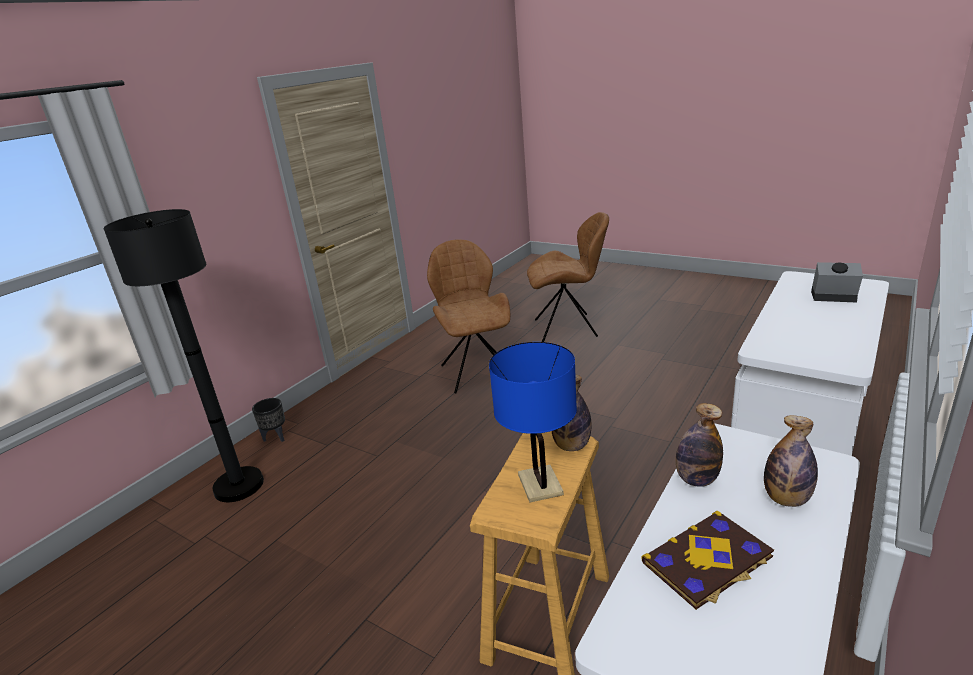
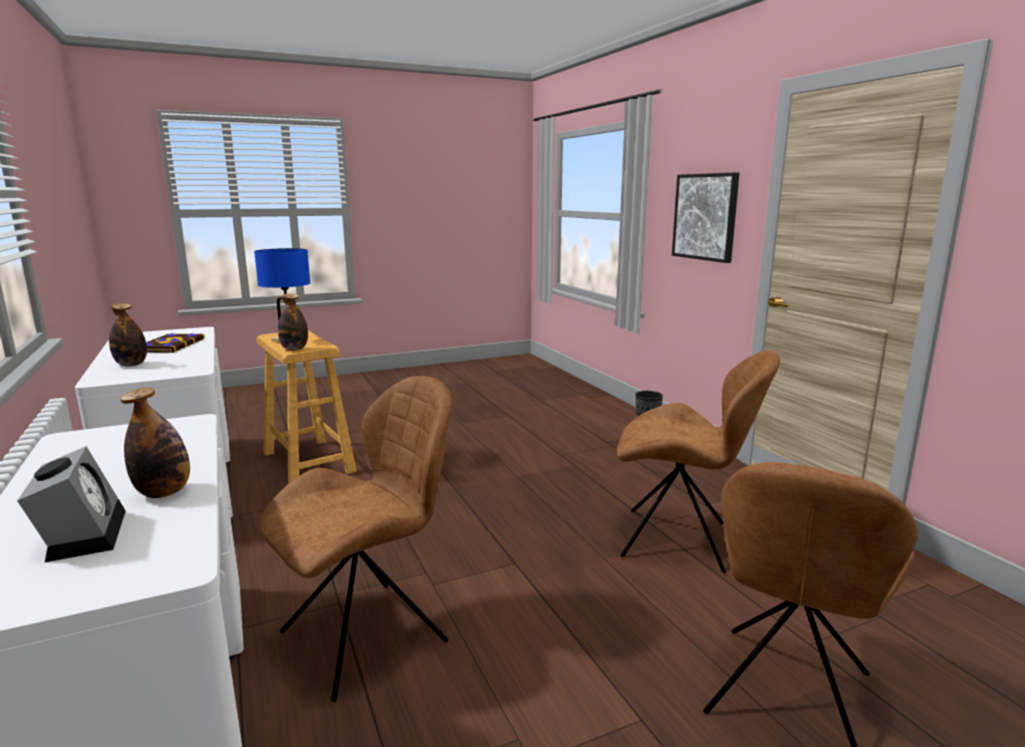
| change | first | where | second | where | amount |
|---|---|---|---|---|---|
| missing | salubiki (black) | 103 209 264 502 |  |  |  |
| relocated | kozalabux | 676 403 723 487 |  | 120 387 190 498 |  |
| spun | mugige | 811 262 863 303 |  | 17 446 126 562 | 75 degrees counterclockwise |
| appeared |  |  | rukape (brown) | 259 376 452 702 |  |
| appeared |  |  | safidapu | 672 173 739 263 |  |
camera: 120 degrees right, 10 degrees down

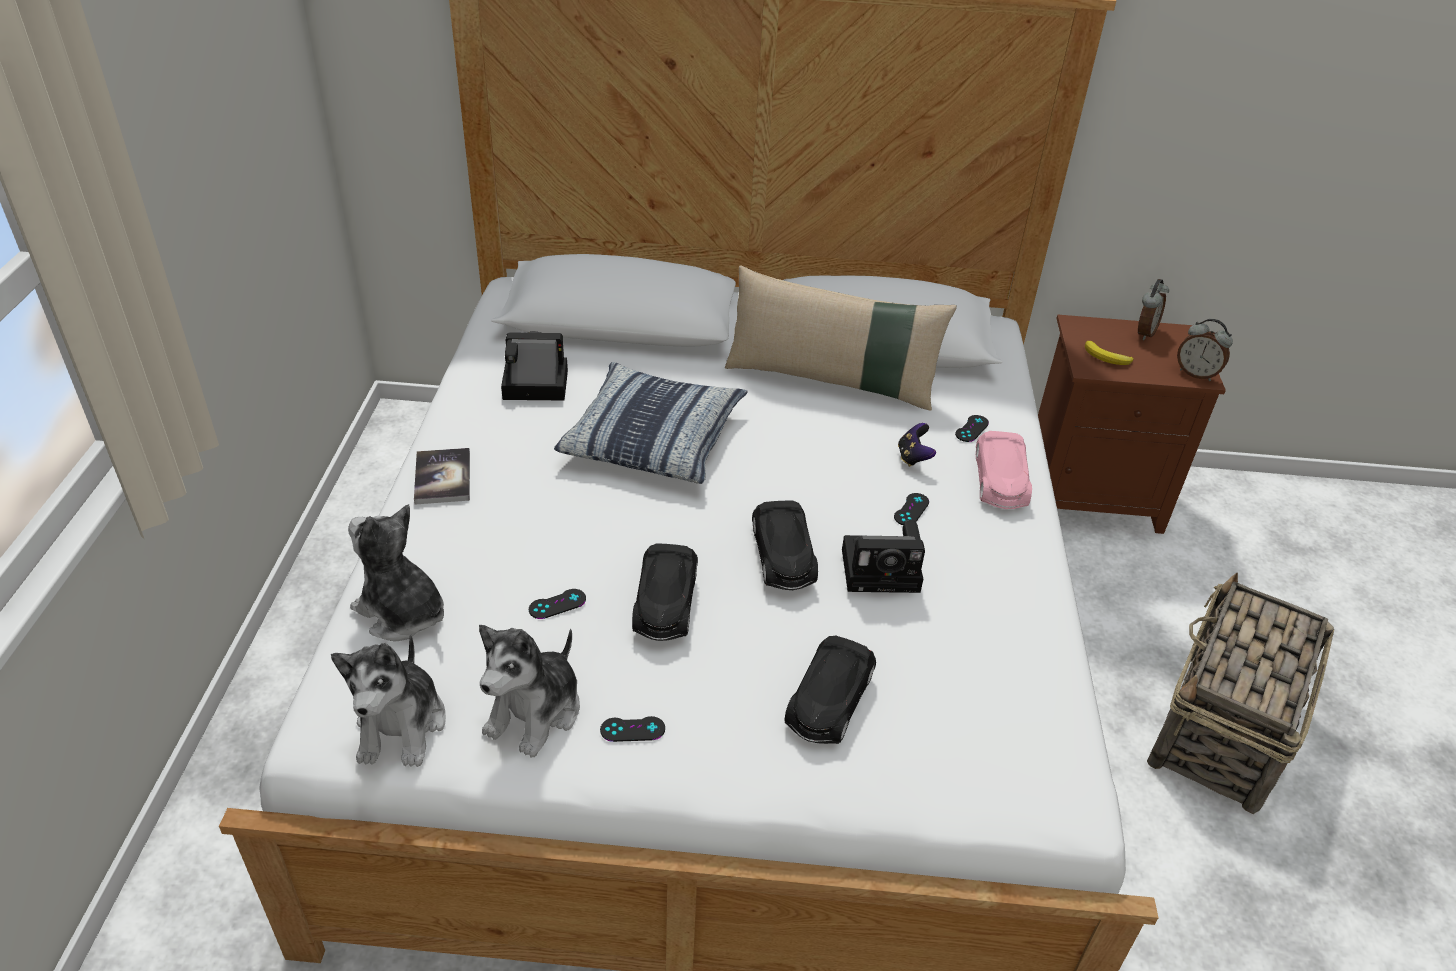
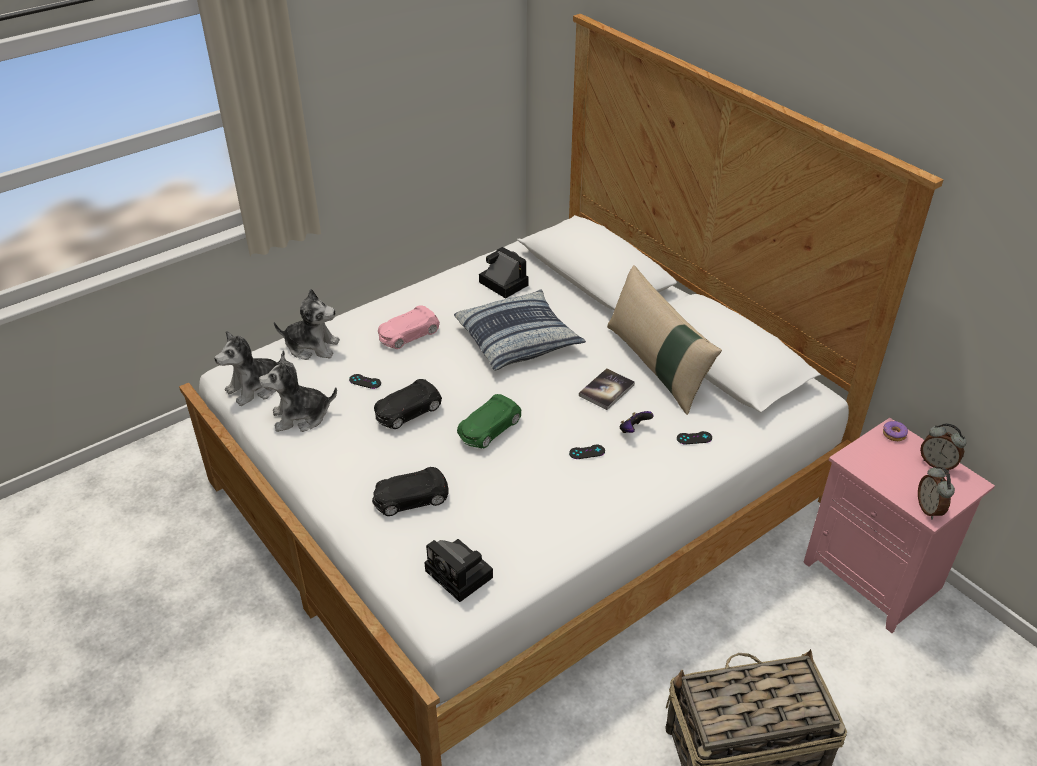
| change | first | where | second | where | amount |
|---|---|---|---|---|---|
| spun | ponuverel | 348 504 444 641 |  | 274 289 340 360 | 105 degrees clockwise |
| relocated | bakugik | 414 448 470 505 |  | 579 368 635 410 |  |
| missing | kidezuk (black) | 600 716 665 742 |  |  |  |
| colour | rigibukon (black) | 752 500 818 590 | rigibukon (green) | 457 394 521 449 |  |
| relocated | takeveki | 842 521 925 593 |  | 424 539 493 602 |  |
| relocated | rigibukon (pink) | 976 431 1032 509 |  | 378 305 440 349 |  |
| colour | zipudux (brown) | 1038 315 1226 534 | zipudux (pink) | 803 418 995 633 |  |
| missing | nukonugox | 1085 341 1133 365 |  |  |  |
| spun | mugige | 1138 279 1169 340 |  | 920 423 966 472 | 45 degrees clockwise |
| appeared |  |  | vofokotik | 883 421 908 441 |  |
camera: 50 degrees right, 0 degrees up

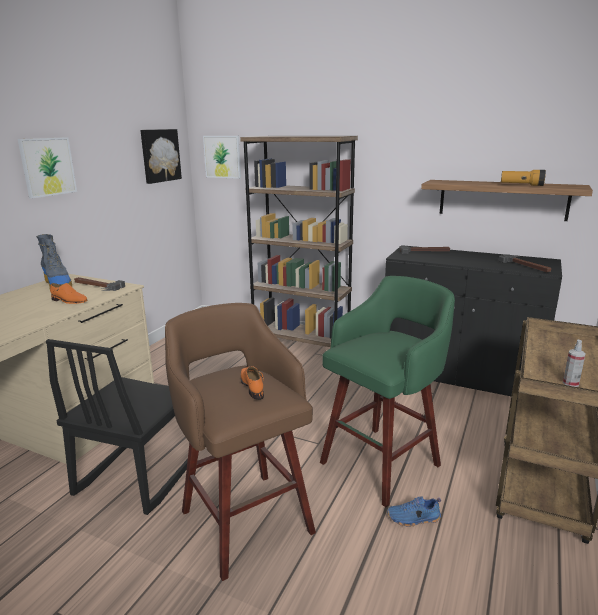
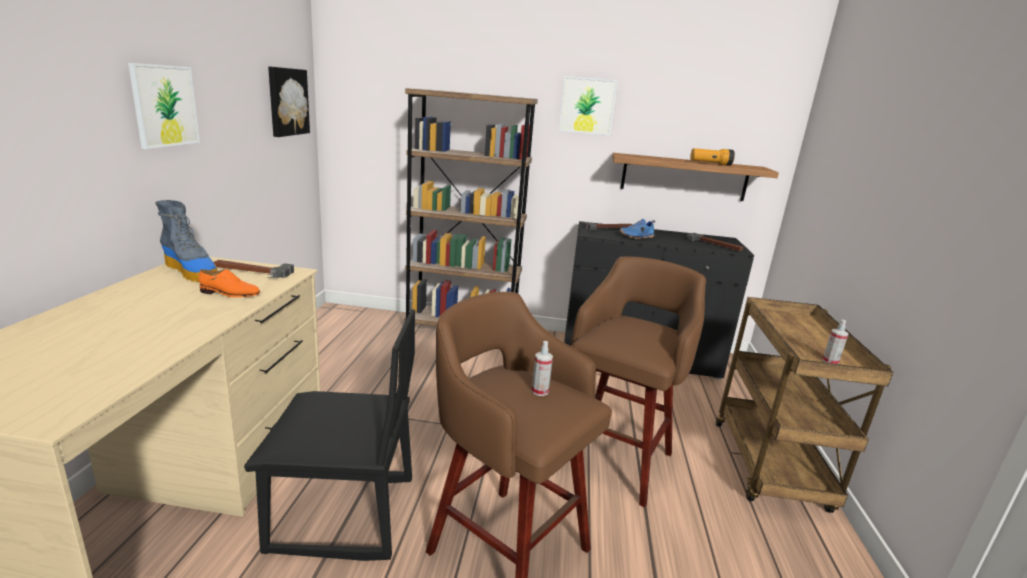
| change | first | where | second | where | amount |
|---|---|---|---|---|---|
| spun | rukape (black) | 46 339 188 515 |  | 244 309 415 561 | 90 degrees counterclockwise |
| relocated | safidapu | 203 136 241 179 |  | 559 76 618 135 |  |
| exchanged | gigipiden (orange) | 241 366 264 400 | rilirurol | 532 341 553 396 |  |
| colour | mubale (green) | 320 276 455 507 | mubale (brown) | 571 256 706 508 |  |
| relocated | gigipiden (blue) | 387 496 441 527 |  | 619 219 655 239 |  |
camera: 20 degrees left, 0 degrees up

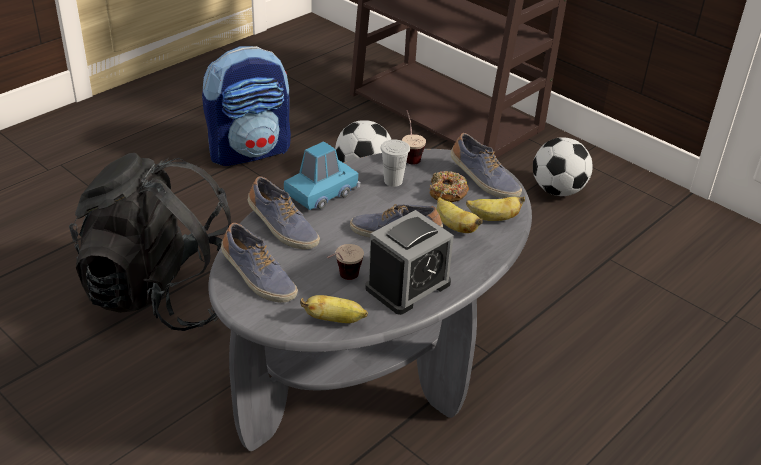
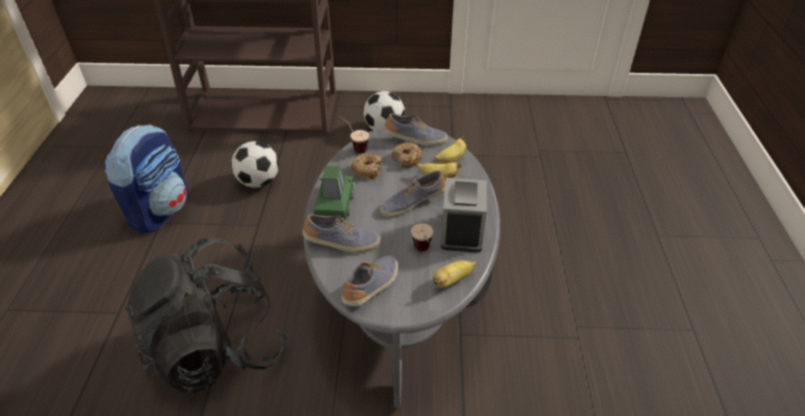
| change | first | where | second | where | amount |
|---|---|---|---|---|---|
| spun | gigipiden | 221 223 298 303 |  | 342 255 398 306 | 60 degrees counterclockwise |
| colour | rigibukon (blue) | 284 141 361 210 | rigibukon (green) | 314 166 355 220 |  |
| exchanged | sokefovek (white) | 381 140 410 187 | vofokotik | 351 153 383 179 |  |
camera: 40 degrees left, 5 degrees up

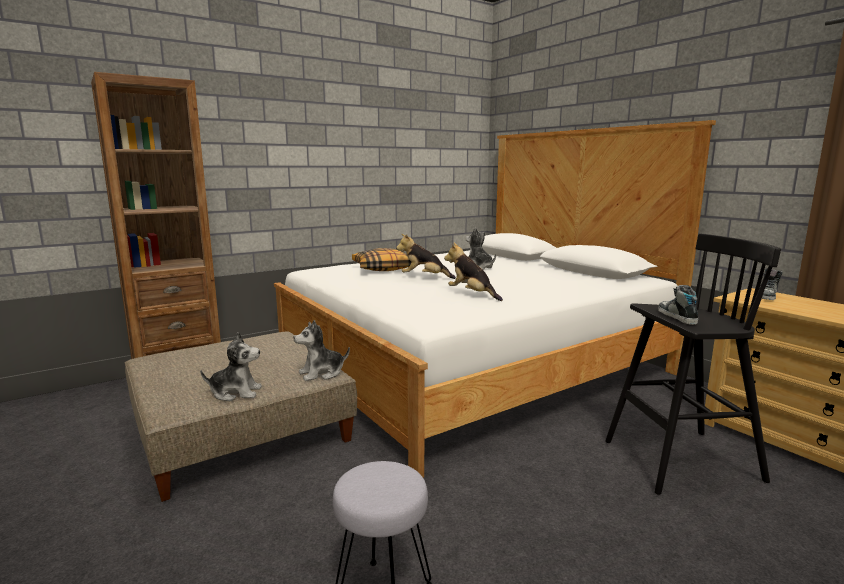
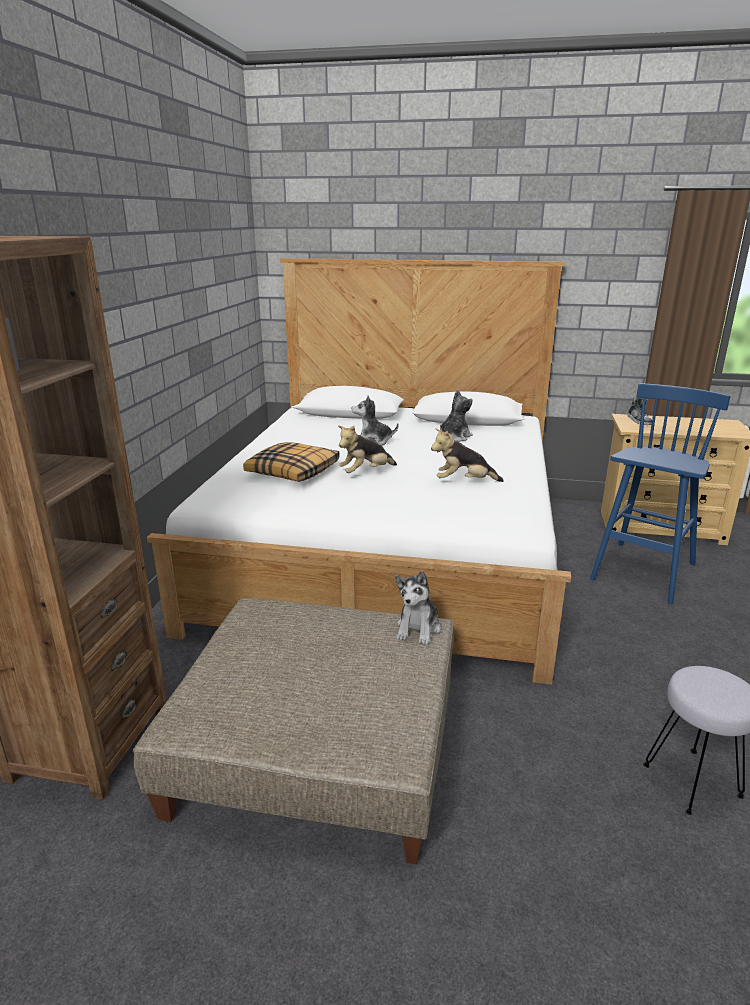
| change | first | where | second | where | amount |
|---|---|---|---|---|---|
| relocated | ponuverel | 200 332 262 401 |  | 440 389 473 442 |  |
| colour | mubale (black) | 605 234 781 495 | mubale (blue) | 590 383 730 604 |  |
| missing | gigipiden | 658 285 698 325 |  |  |  |
camera: 45 degrees left, 10 degrees up

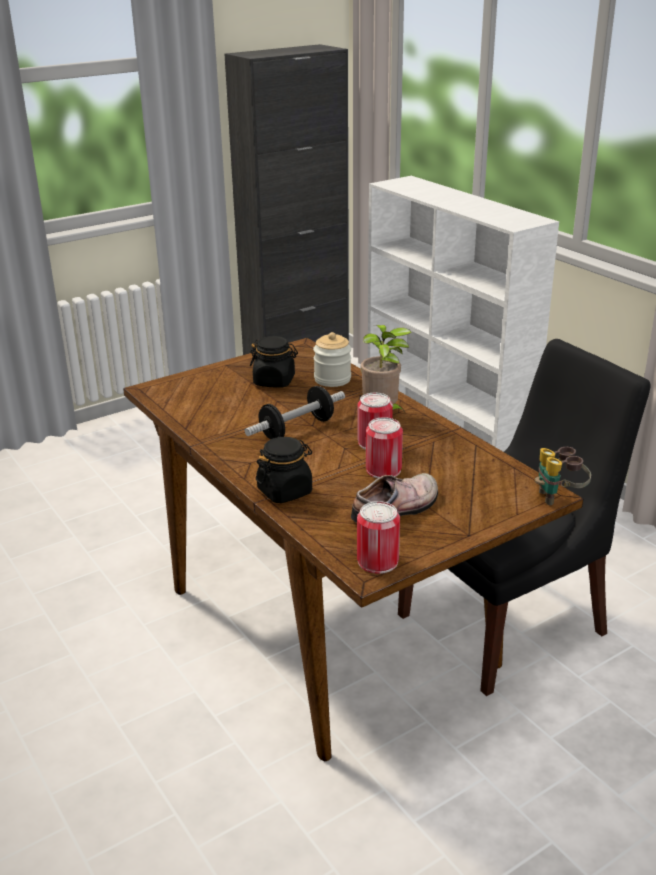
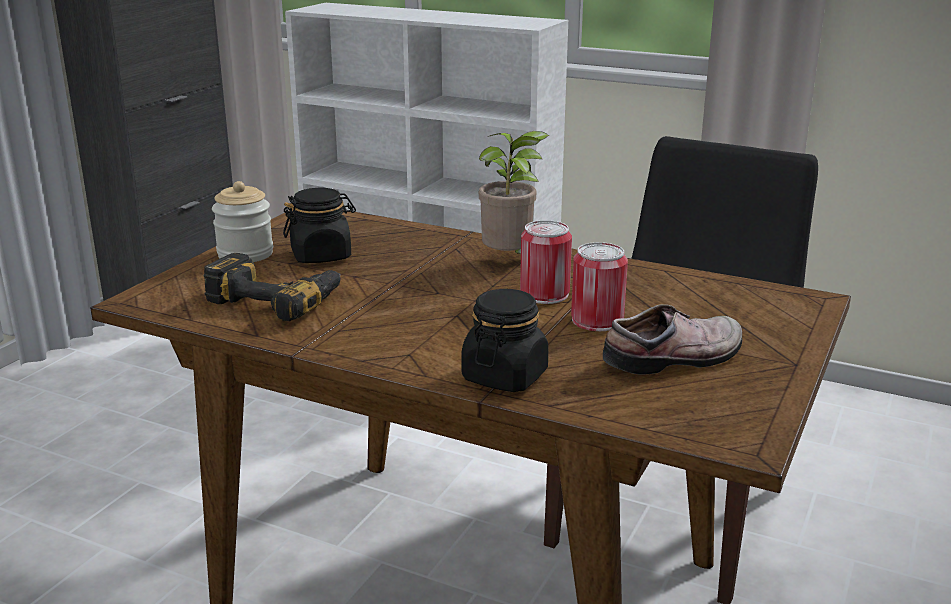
| change | first | where | second | where | amount |
|---|---|---|---|---|---|
| missing | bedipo | 245 386 345 439 |  |  |  |
| relocated | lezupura | 313 332 351 387 |  | 212 181 273 262 |  |
| spun | gigipiden | 351 473 438 523 |  | 603 304 742 375 | 45 degrees clockwise |
| missing | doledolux | 357 501 400 574 |  |  |  |
| missing | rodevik | 535 447 591 505 |  |  |  |
| appeared |  |  | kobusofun | 203 253 341 321 |  |
camera: 30 degrees left, 5 degrees down

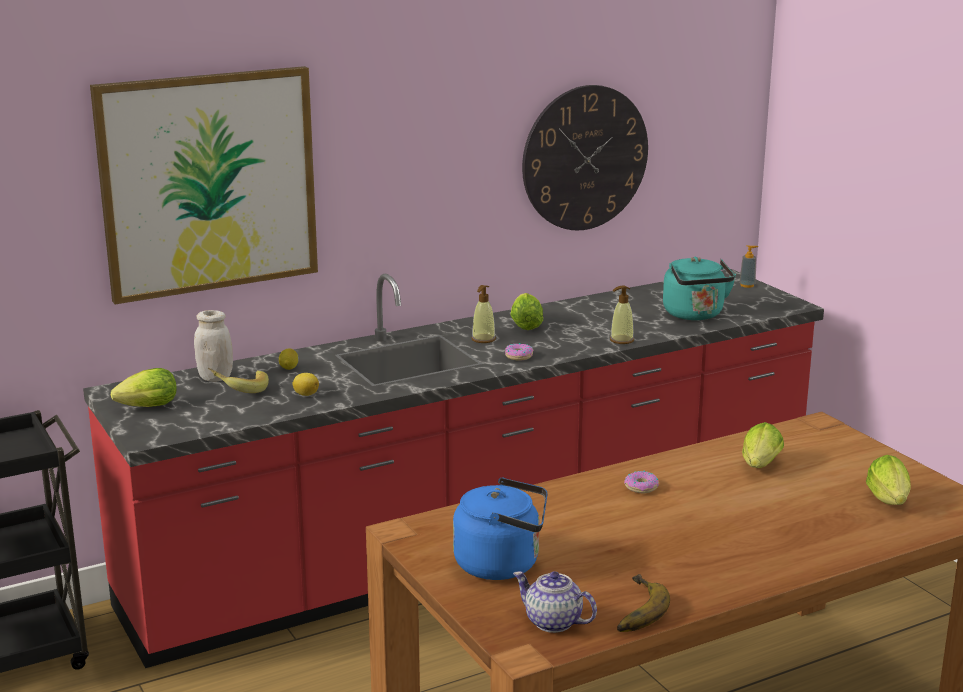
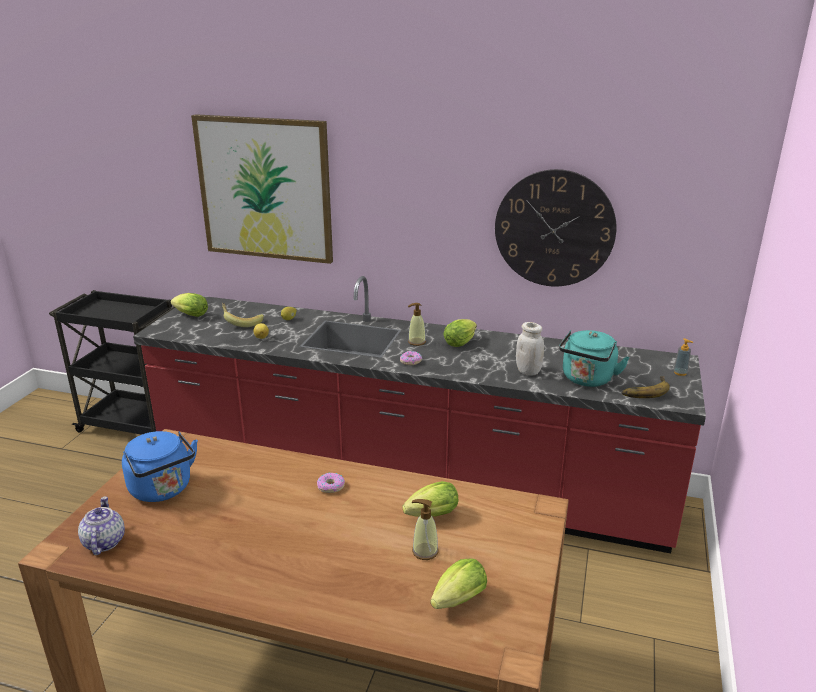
| change | first | where | second | where | amount |
|---|---|---|---|---|---|
| relocated | lezupura (white) | 194 310 233 381 |  | 516 322 544 376 |  |
| relocated | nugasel | 610 286 634 344 |  | 412 499 439 560 |  |
| relocated | nukonugox | 617 574 670 632 |  | 621 376 670 398 |  |
camera: 45 degrees right, 5 degrees up

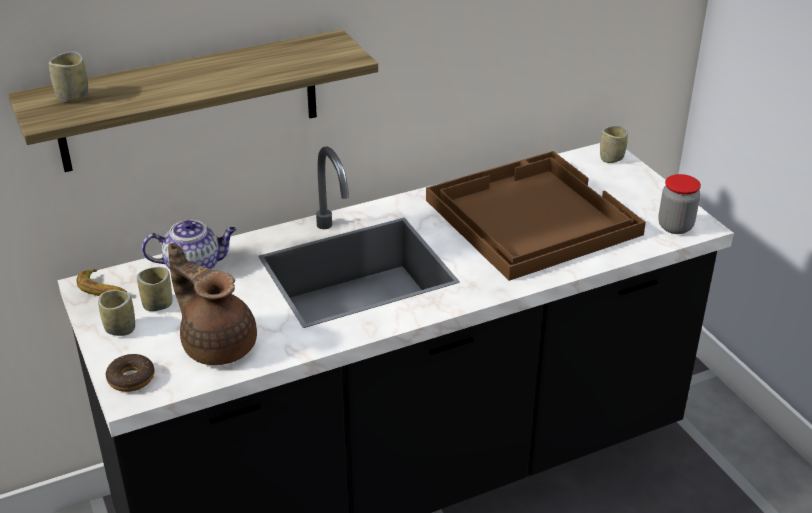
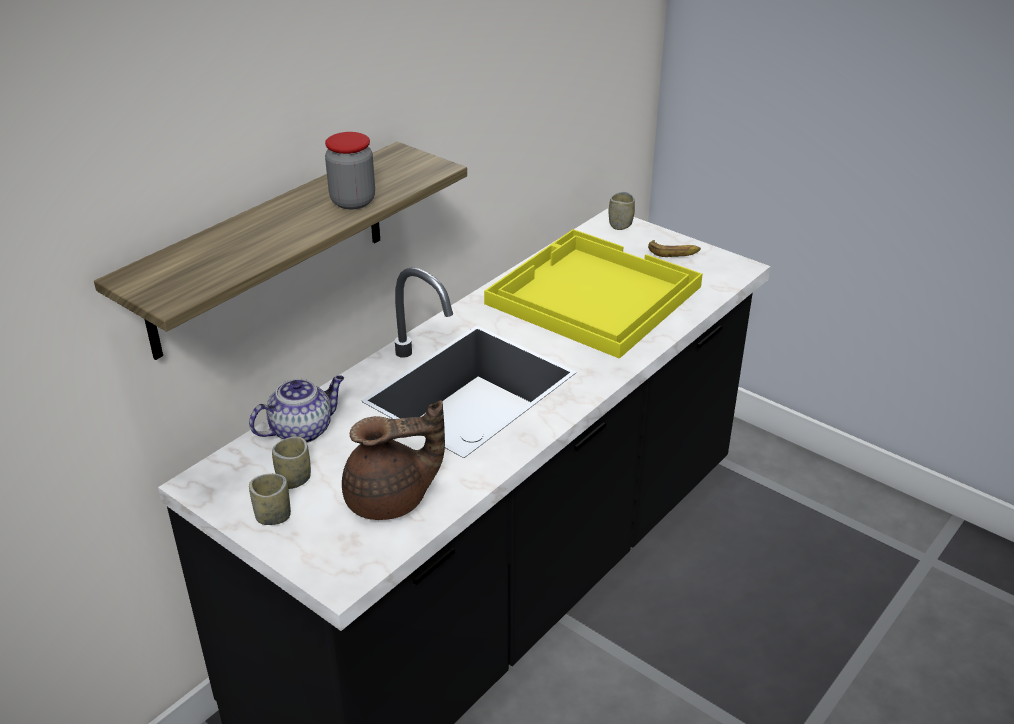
| change | first | where | second | where | amount |
|---|---|---|---|---|---|
| missing | sokefovek | 49 51 88 103 |  |  |  |
| relocated | nukonugox | 77 269 127 296 |  | 648 240 701 257 |  |
| missing | vofokotik | 106 354 154 392 |  |  |  |
| spun | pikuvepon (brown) | 168 243 257 365 |  | 342 400 445 520 | 150 degrees clockwise |
| colour | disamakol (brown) | 426 151 646 281 | disamakol (yellow) | 484 229 703 359 |  |
| relocated | lezupura | 658 174 701 234 |  | 325 132 375 209 |  |
camera: 25 degrees left, 0 degrees up

